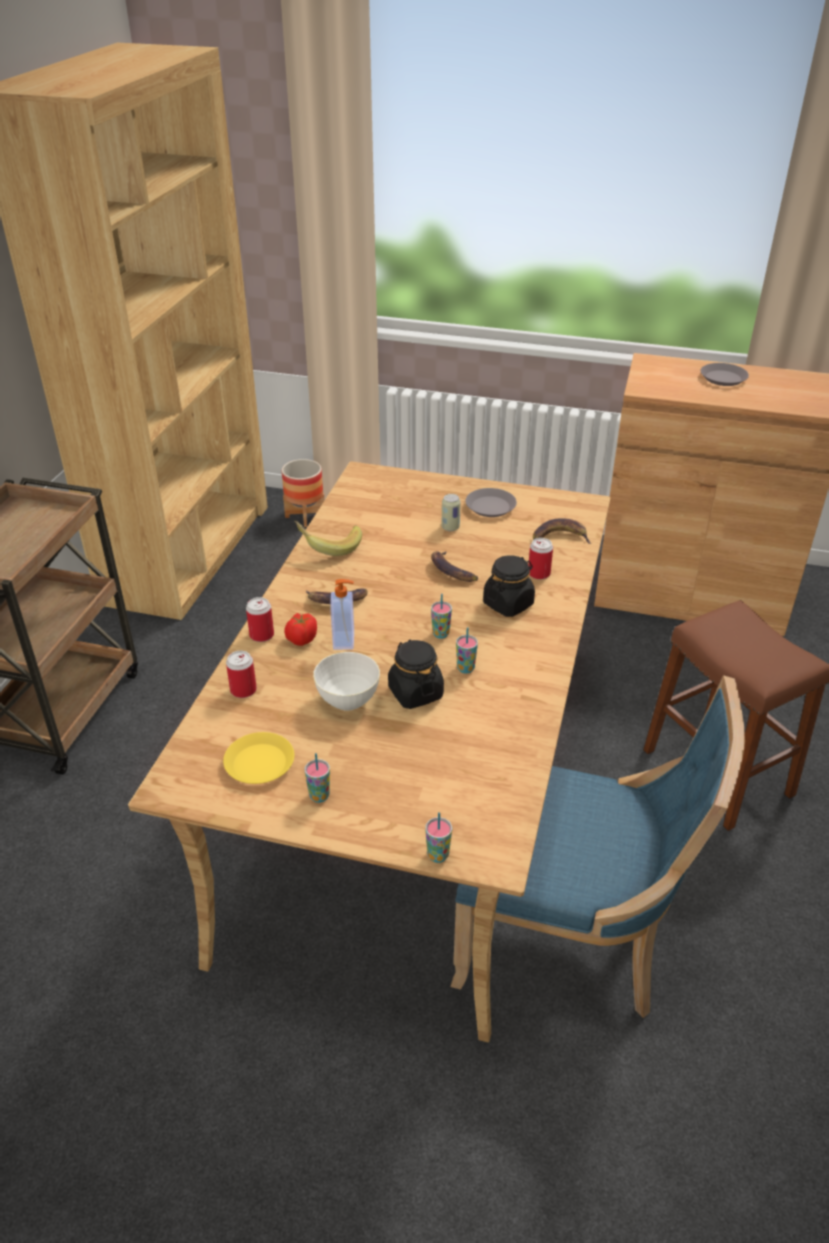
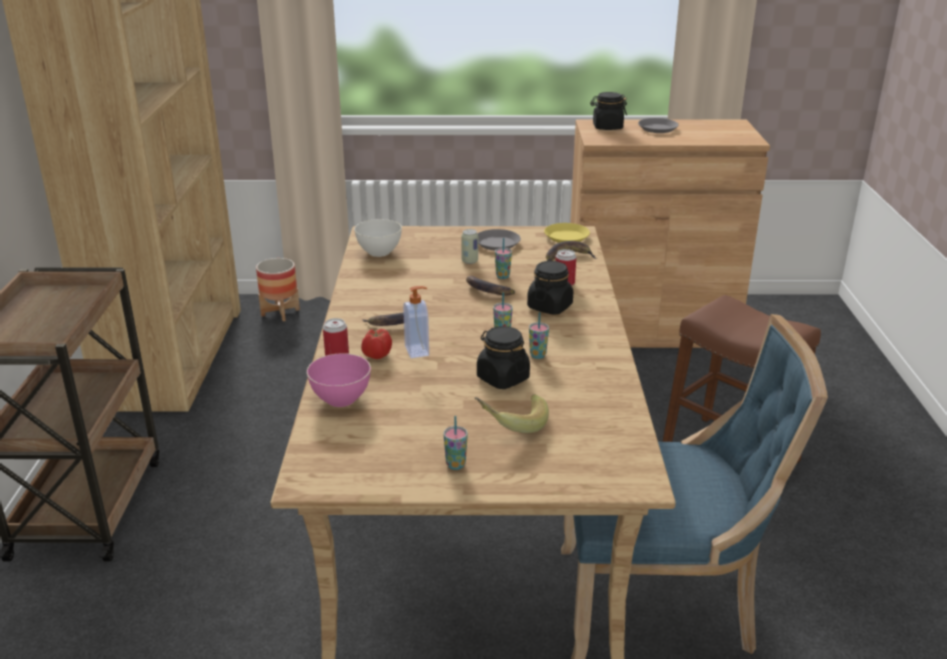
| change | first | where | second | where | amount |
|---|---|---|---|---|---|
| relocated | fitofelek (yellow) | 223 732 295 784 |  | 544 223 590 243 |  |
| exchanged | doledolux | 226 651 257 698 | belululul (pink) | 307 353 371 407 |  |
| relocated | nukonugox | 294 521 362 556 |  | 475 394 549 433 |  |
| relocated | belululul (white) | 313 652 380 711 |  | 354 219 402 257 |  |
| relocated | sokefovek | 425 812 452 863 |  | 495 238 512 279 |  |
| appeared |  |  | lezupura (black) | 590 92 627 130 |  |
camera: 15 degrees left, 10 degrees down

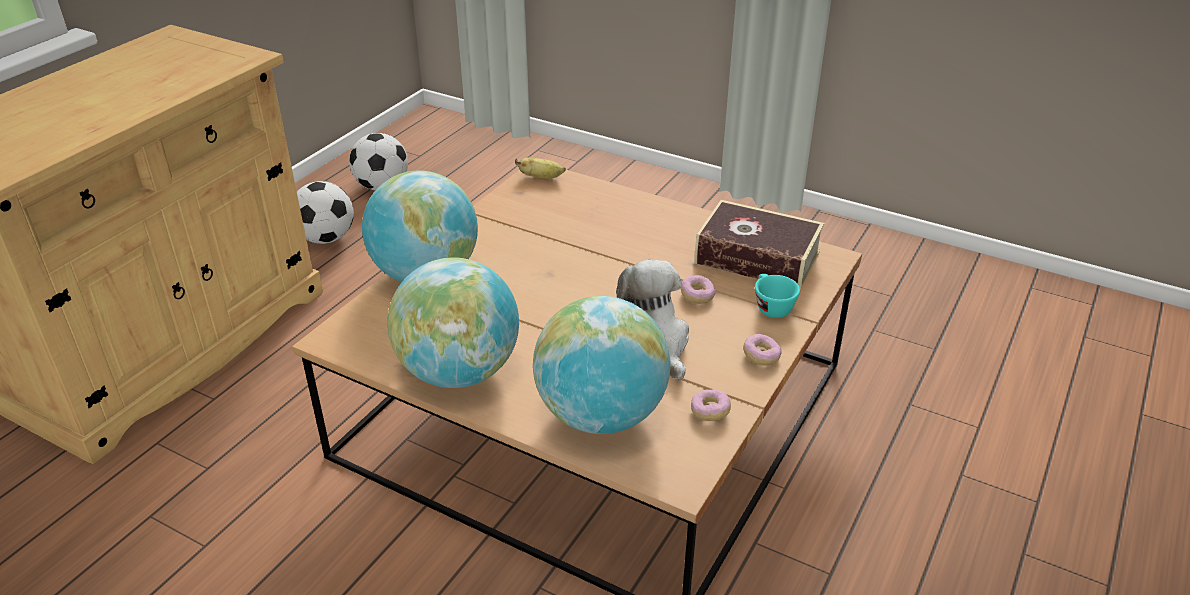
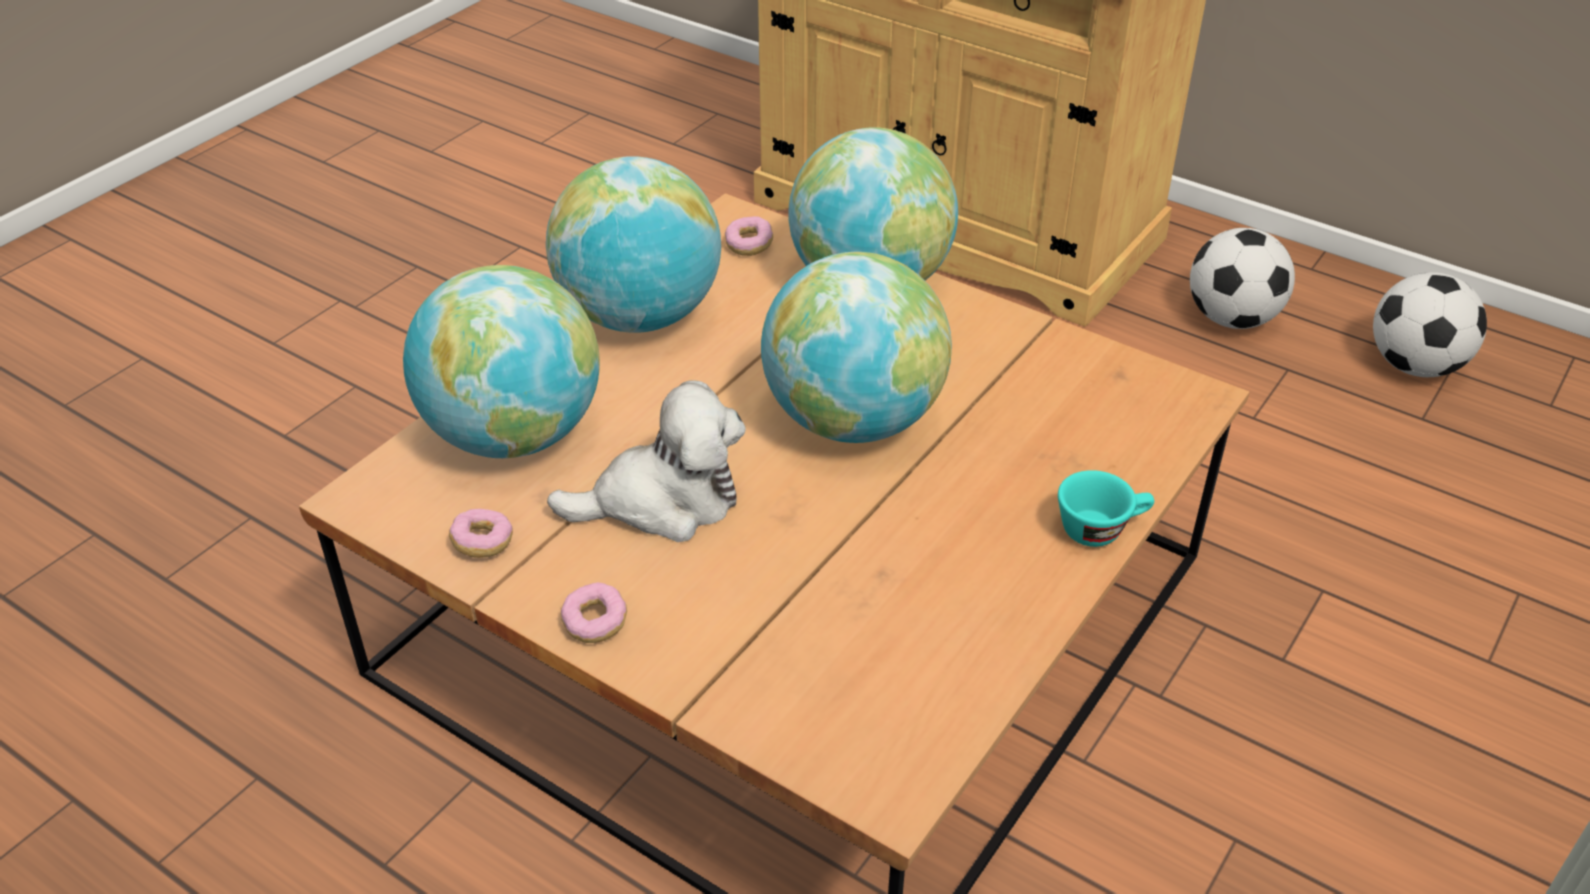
| change | first | where | second | where | amount |
|---|---|---|---|---|---|
| missing | nukonugox | 515 157 566 178 |  |  |  |
| relocated | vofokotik | 681 275 715 304 |  | 725 216 773 256 |  |
| missing | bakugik | 695 200 824 290 |  |  |  |
| relocated | sokefovek (turquoise) | 755 274 800 318 |  | 1058 470 1154 547 |  |
| appeared |  |  | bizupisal | 761 252 952 443 |  |
camera: 95 degrees right, 5 degrees up

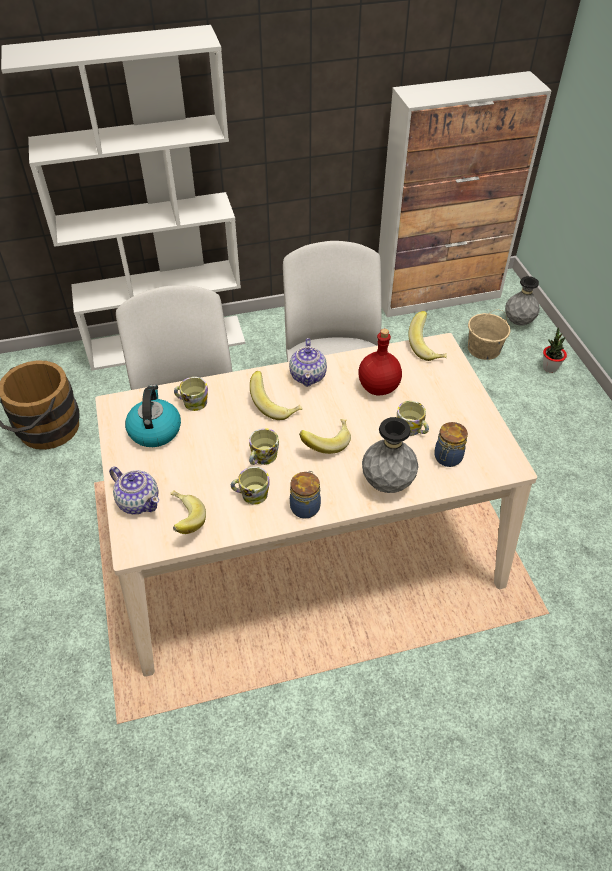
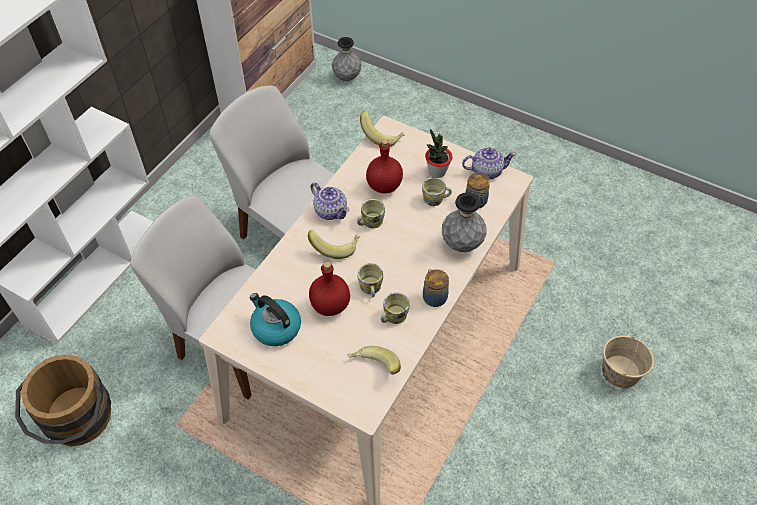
| change | first | where | second | where | amount |
|---|---|---|---|---|---|
| relocated | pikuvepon | 109 467 159 514 |  | 462 147 516 179 |  |
| relocated | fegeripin | 174 377 208 411 |  | 357 199 385 228 |  |
| missing | nukonugox | 299 419 351 454 |  |  |  |
| relocated | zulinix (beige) | 468 310 510 360 |  | 602 334 654 388 |  |
| relocated | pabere | 543 327 567 373 |  | 425 129 453 178 |  |
| appeared |  |  | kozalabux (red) | 309 261 350 316 |  |
camera: 45 degrees left, 5 degrees up

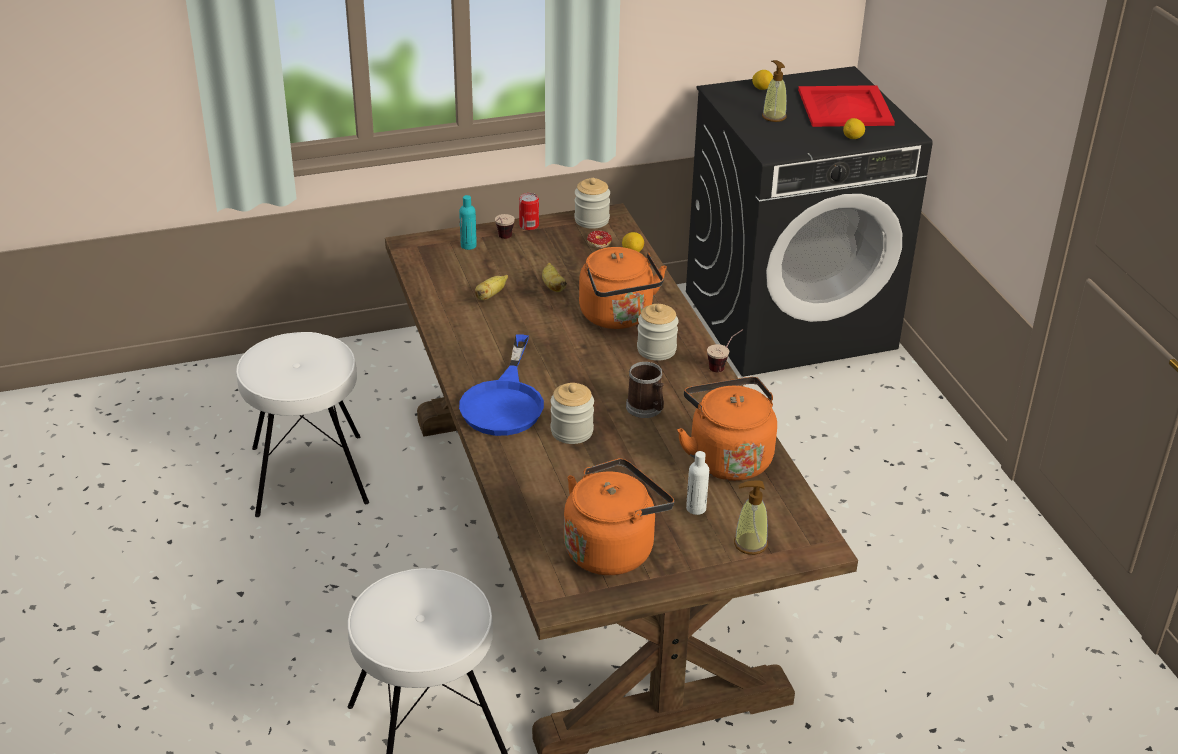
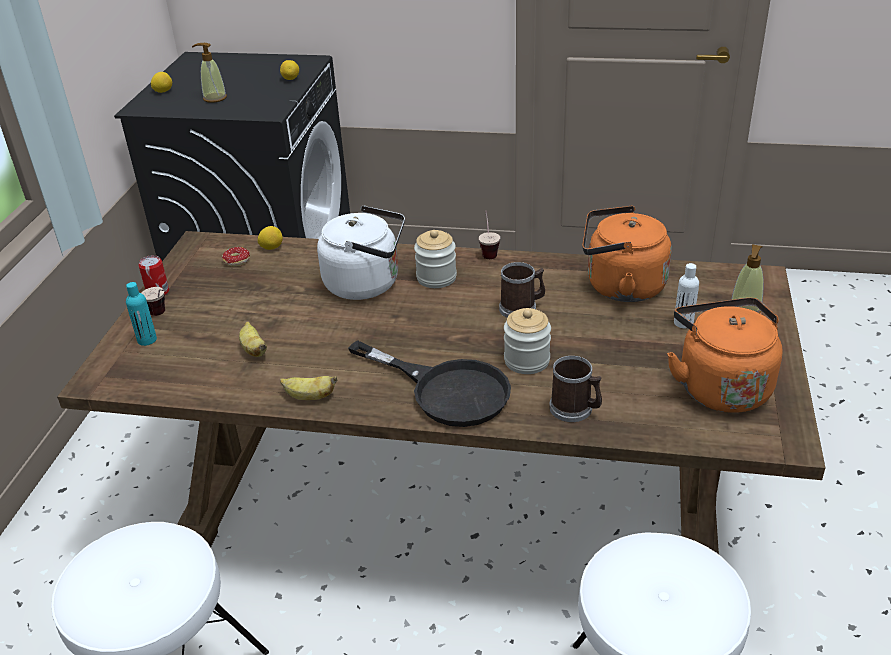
| change | first | where | second | where | amount |
|---|---|---|---|---|---|
| colour | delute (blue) | 459 334 544 436 | delute (black) | 348 340 511 427 |  |
| relocated | nukonugox | 542 263 567 292 |  | 280 376 337 400 |  |
| missing | lezupura | 574 178 610 229 |  |  |  |
| colour | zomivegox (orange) | 579 247 667 329 | zomivegox (white) | 317 206 405 300 |  |
| missing | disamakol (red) | 798 85 895 127 |  |  |  |
| appeared |  |  | fegeripin | 549 356 602 422 |  |
camera: 60 degrees left, 0 degrees up

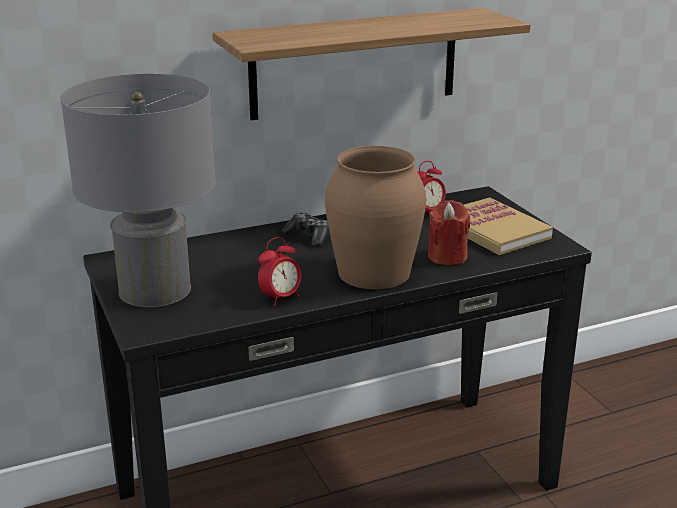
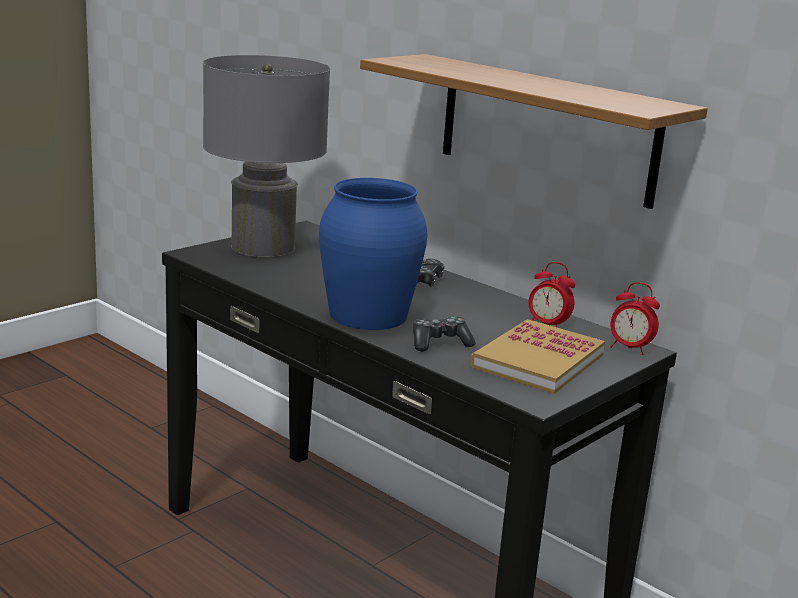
| change | first | where | second | where | amount |
|---|---|---|---|---|---|
| relocated | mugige | 258 237 301 306 |  | 610 282 660 355 |  |
| colour | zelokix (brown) | 325 146 426 289 | zelokix (blue) | 319 178 428 330 |  |
| exchanged | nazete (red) | 428 200 470 265 | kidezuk | 413 316 476 351 |  |
camera: 65 degrees right, 5 degrees down

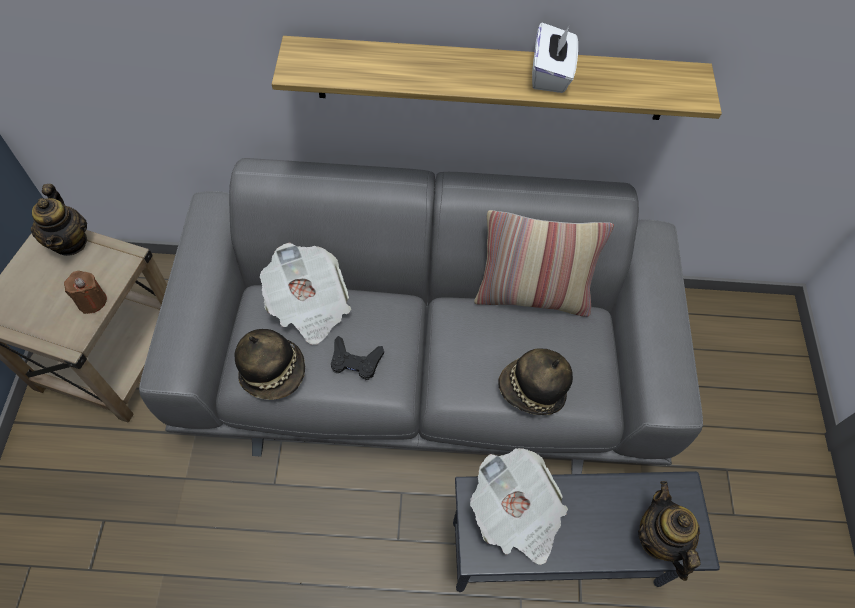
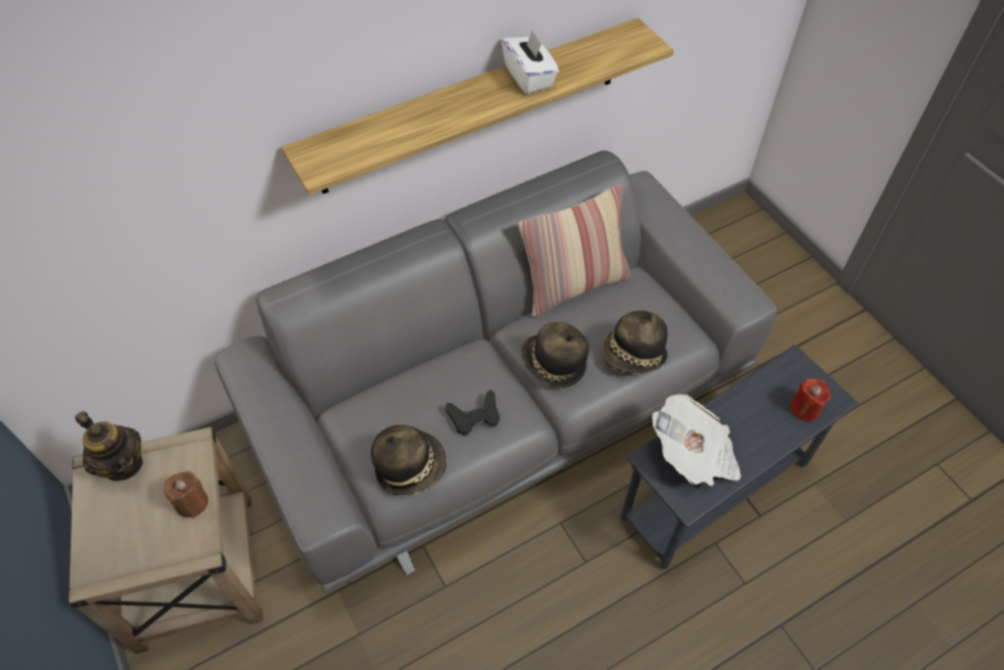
| change | first | where | second | where | amount |
|---|---|---|---|---|---|
| missing | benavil | 260 243 351 345 |  |  |  |
| exchanged | pikuvepon | 638 481 701 581 | nazete (red) | 790 378 831 421 |  |
| appeared |  |  | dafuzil | 521 322 589 388 |  |
camera: 30 degrees left, 5 degrees down

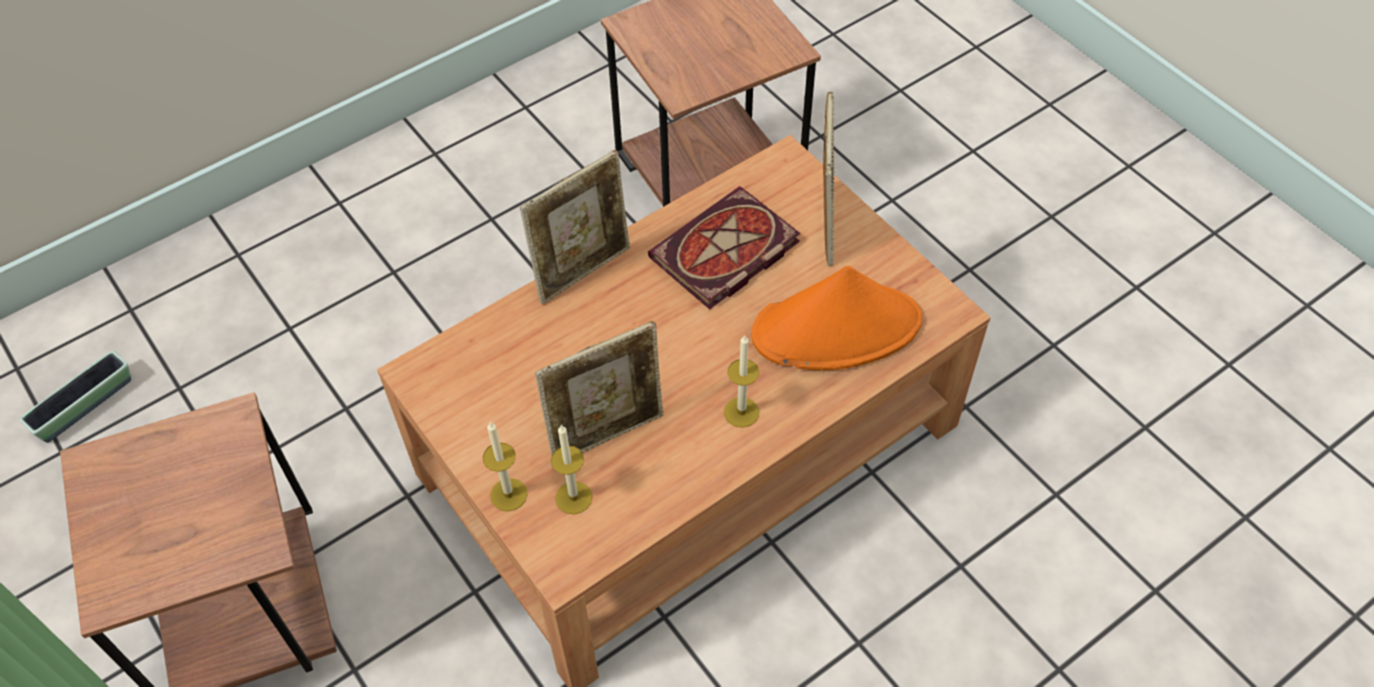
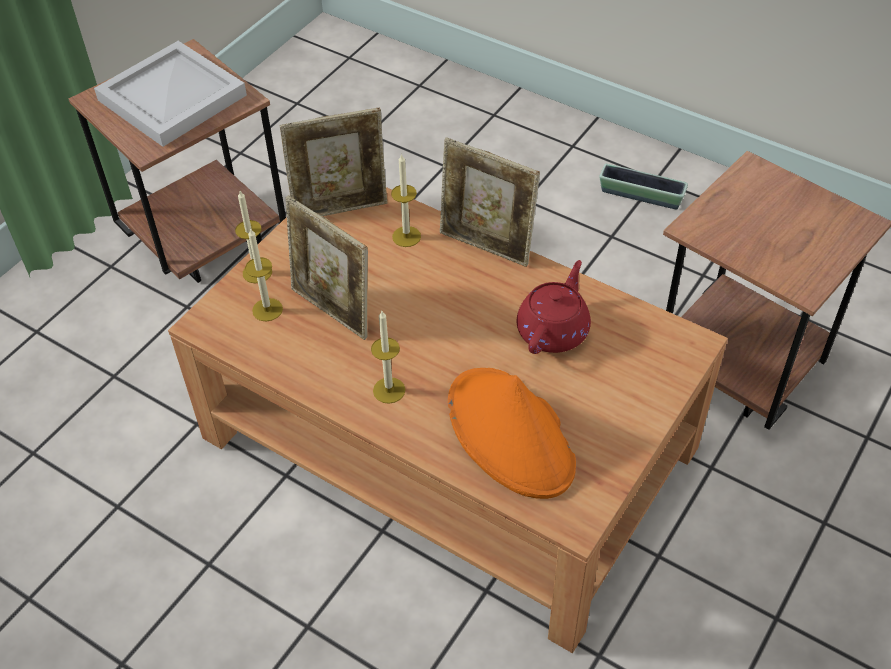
| change | first | where | second | where | amount |
|---|---|---|---|---|---|
| relocated | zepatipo | 19 350 131 443 |  | 600 164 688 209 |  |
| exchanged | bakugik | 648 186 800 309 | pikuvepon (red) | 517 260 591 354 |  |
| relocated | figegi | 823 92 835 266 |  | 280 108 387 216 |  |
| appeared |  |  | disamakol (white) | 94 41 247 147 |  |
| appeared |  |  | nazete | 391 153 421 247 |  |
camera: 70 degrees right, 5 degrees down

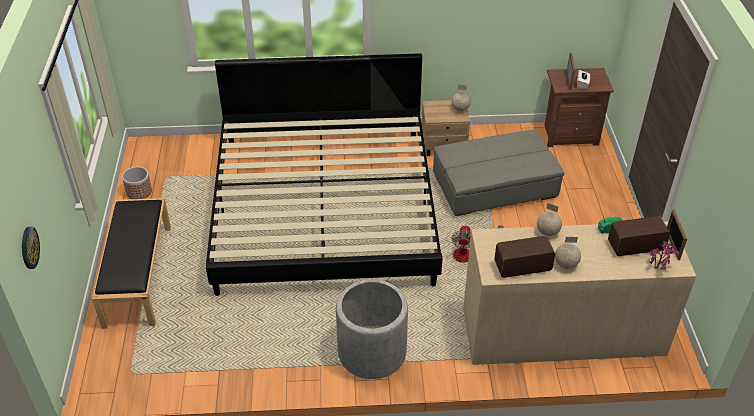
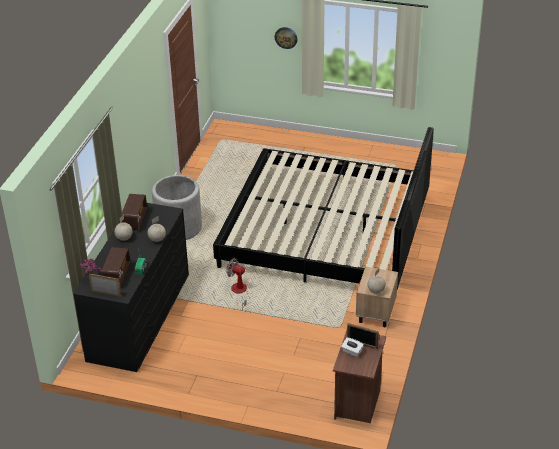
| change | first | where | second | where | amount |
|---|---|---|---|---|---|
| relocated | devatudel | 22 226 40 269 |  | 275 27 297 49 |  |
| missing | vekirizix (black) | 92 198 171 329 |  |  |  |
| missing | zepatipo | 122 167 152 199 |  |  |  |
| missing | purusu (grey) | 433 130 564 216 |  |  |  |
| colour | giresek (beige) | 463 221 696 365 | giresek (black) | 73 203 189 372 |  |
camera: 110 degrees right, 5 degrees down

